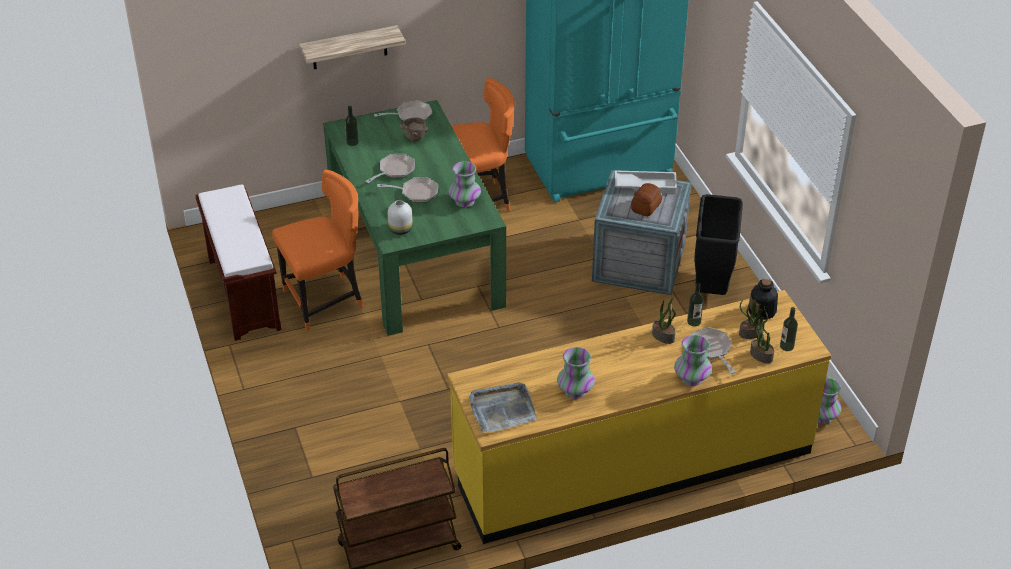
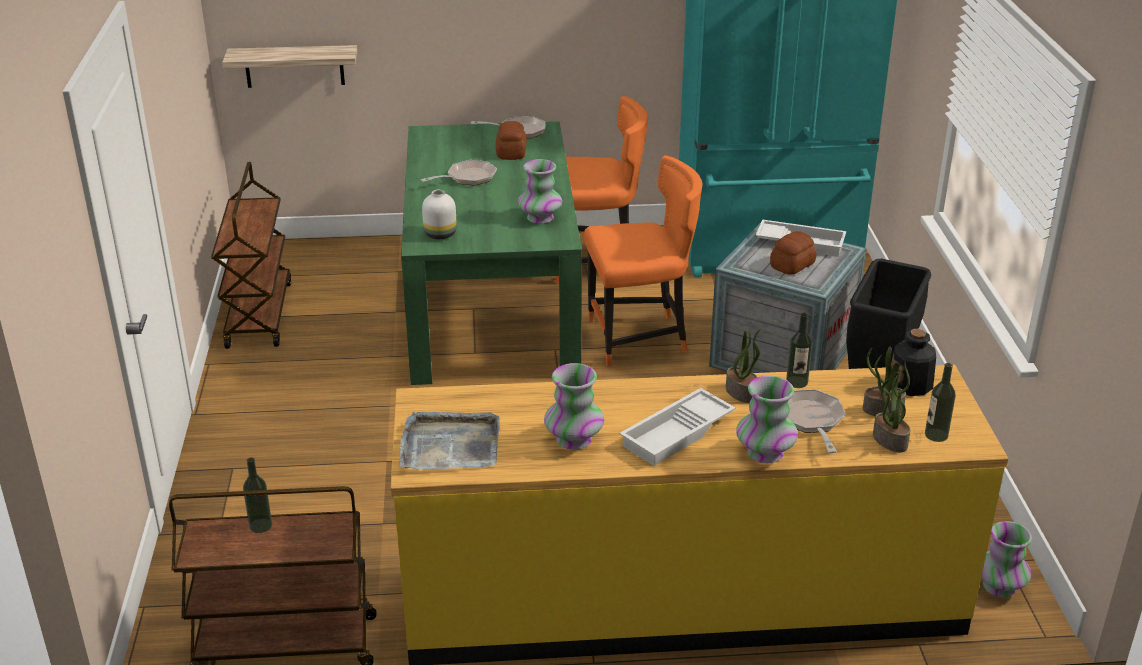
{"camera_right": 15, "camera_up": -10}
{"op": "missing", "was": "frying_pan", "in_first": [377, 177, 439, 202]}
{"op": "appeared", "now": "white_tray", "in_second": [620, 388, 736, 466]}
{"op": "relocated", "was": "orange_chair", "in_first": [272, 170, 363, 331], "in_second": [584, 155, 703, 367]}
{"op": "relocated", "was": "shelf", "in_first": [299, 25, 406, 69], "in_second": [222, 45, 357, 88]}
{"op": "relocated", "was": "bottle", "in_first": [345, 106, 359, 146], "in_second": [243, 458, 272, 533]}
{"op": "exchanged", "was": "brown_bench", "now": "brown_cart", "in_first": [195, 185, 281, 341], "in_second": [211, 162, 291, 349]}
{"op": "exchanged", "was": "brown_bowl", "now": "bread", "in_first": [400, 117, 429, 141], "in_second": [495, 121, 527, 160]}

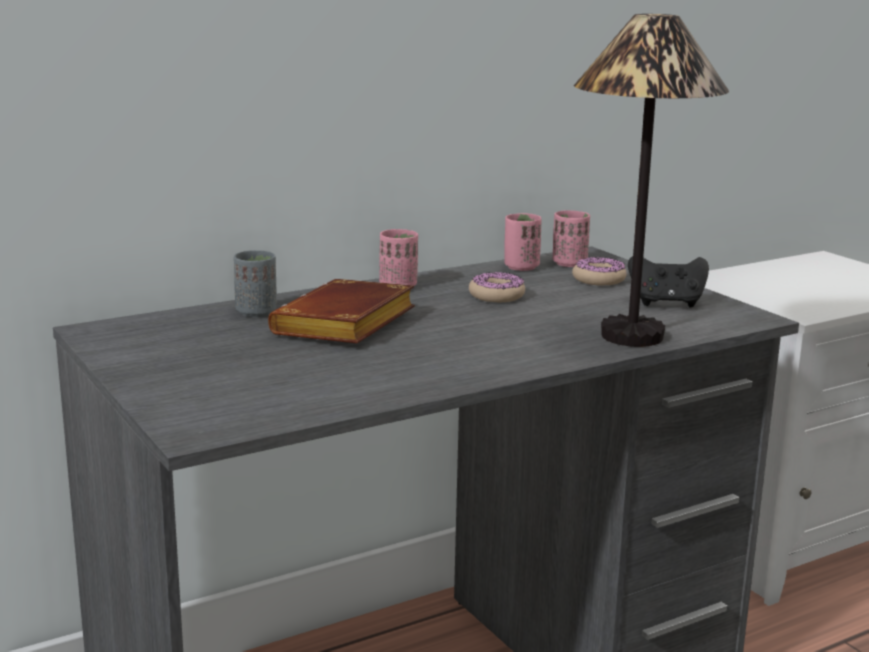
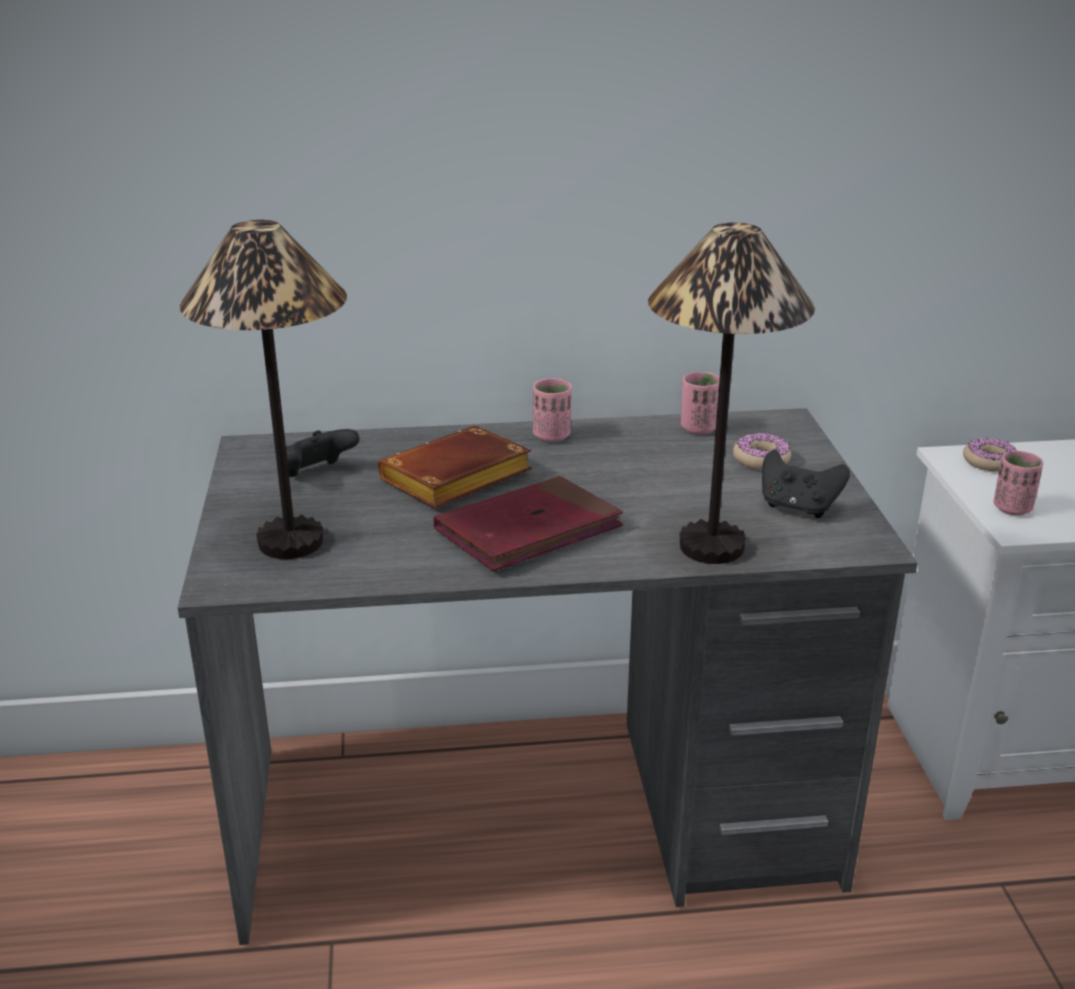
{"camera_right": 25, "camera_up": 10}
{"op": "missing", "was": "grey_cup", "in_first": [234, 250, 276, 317]}
{"op": "appeared", "now": "table_lamp", "in_second": [180, 220, 347, 559]}
{"op": "appeared", "now": "black_game_controller", "in_second": [286, 429, 360, 477]}
{"op": "appeared", "now": "red_book", "in_second": [434, 476, 623, 571]}
{"op": "relocated", "was": "donut", "in_first": [469, 272, 525, 302], "in_second": [963, 438, 1017, 472]}
{"op": "relocated", "was": "pink_cup", "in_first": [553, 210, 590, 267], "in_second": [994, 451, 1043, 515]}

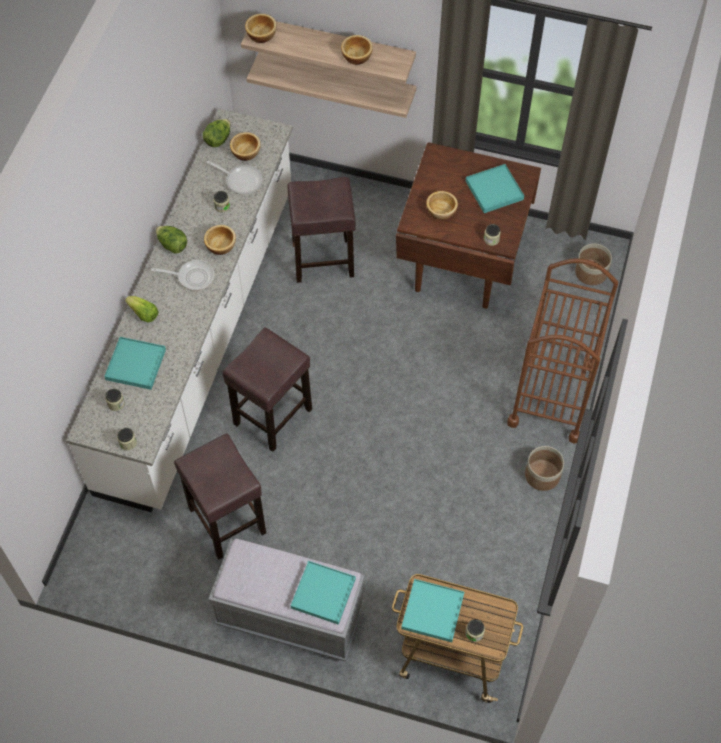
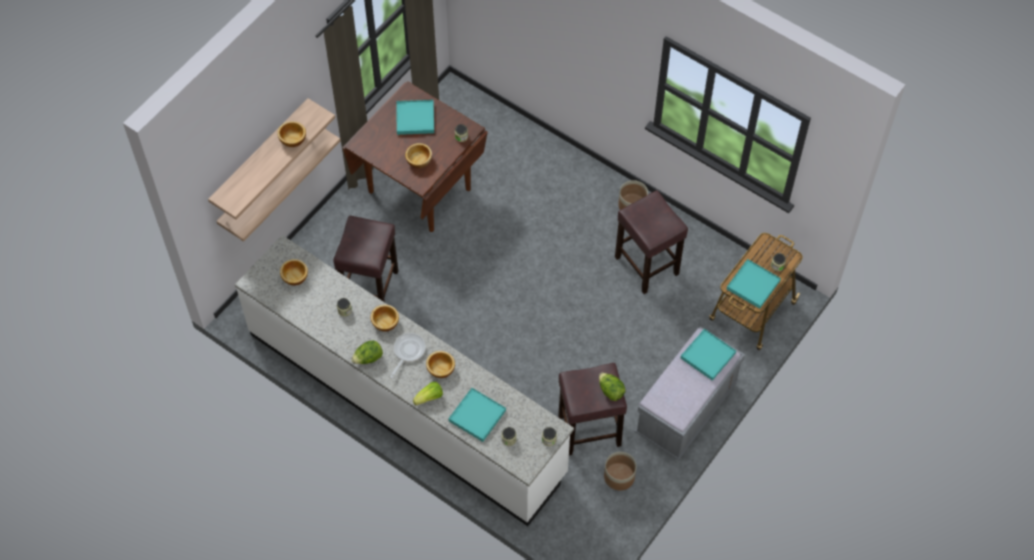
{"camera_right": -70, "camera_up": 0}
{"op": "missing", "was": "frying_pan", "in_first": [206, 161, 263, 194]}
{"op": "missing", "was": "brown_cart", "in_first": [507, 258, 618, 443]}
{"op": "relocated", "was": "lettuce", "in_first": [203, 119, 230, 147], "in_second": [599, 373, 625, 401]}
{"op": "relocated", "was": "brown_stool", "in_first": [223, 328, 312, 452], "in_second": [615, 190, 688, 294]}
{"op": "relocated", "was": "bowl", "in_first": [245, 14, 277, 43], "in_second": [426, 351, 455, 378]}
{"op": "relocated", "was": "planter", "in_first": [575, 244, 612, 285], "in_second": [604, 452, 636, 490]}

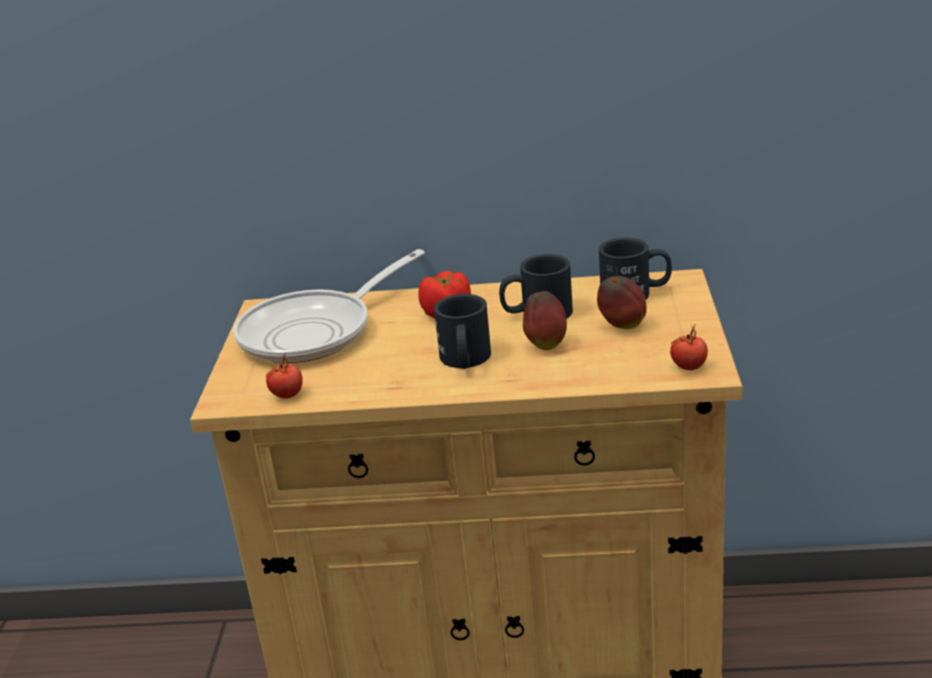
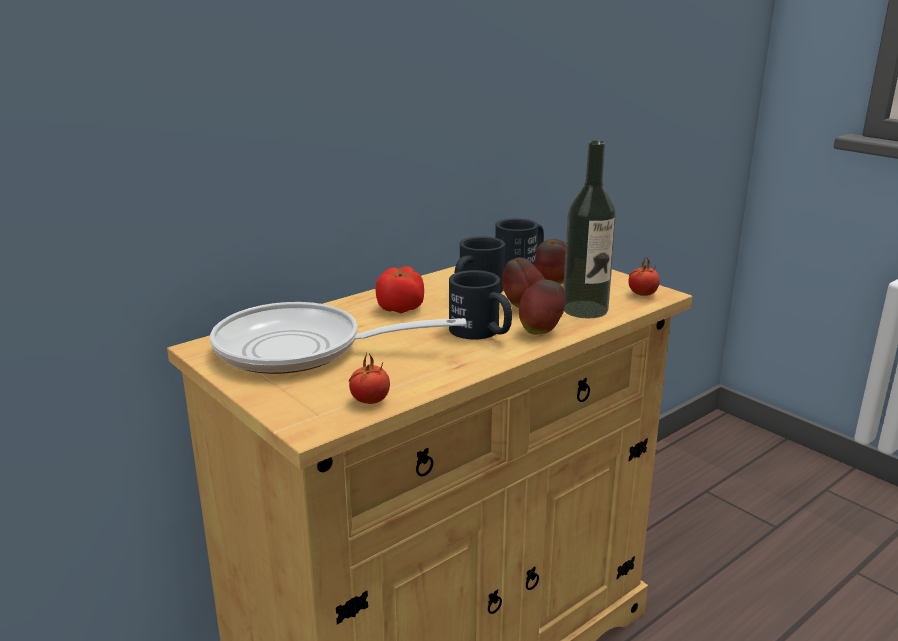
{"camera_right": -45, "camera_up": -5}
{"op": "appeared", "now": "apple", "in_second": [519, 280, 565, 335]}
{"op": "appeared", "now": "bottle", "in_second": [563, 141, 616, 318]}
{"op": "spun", "was": "frying_pan", "in_first": [233, 249, 425, 363], "in_second": [210, 302, 466, 374], "clockwise": 90}

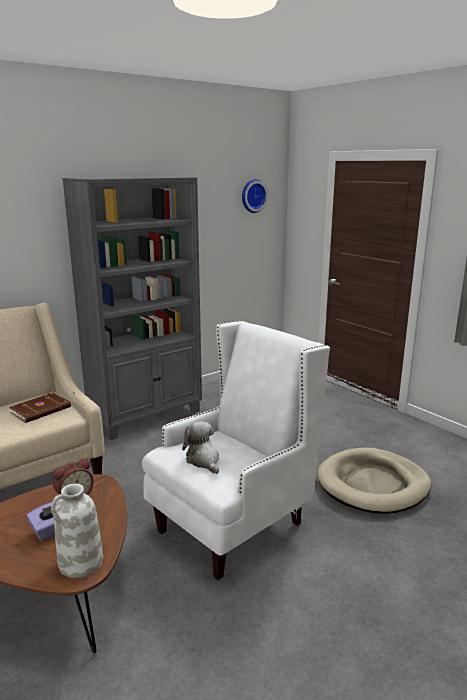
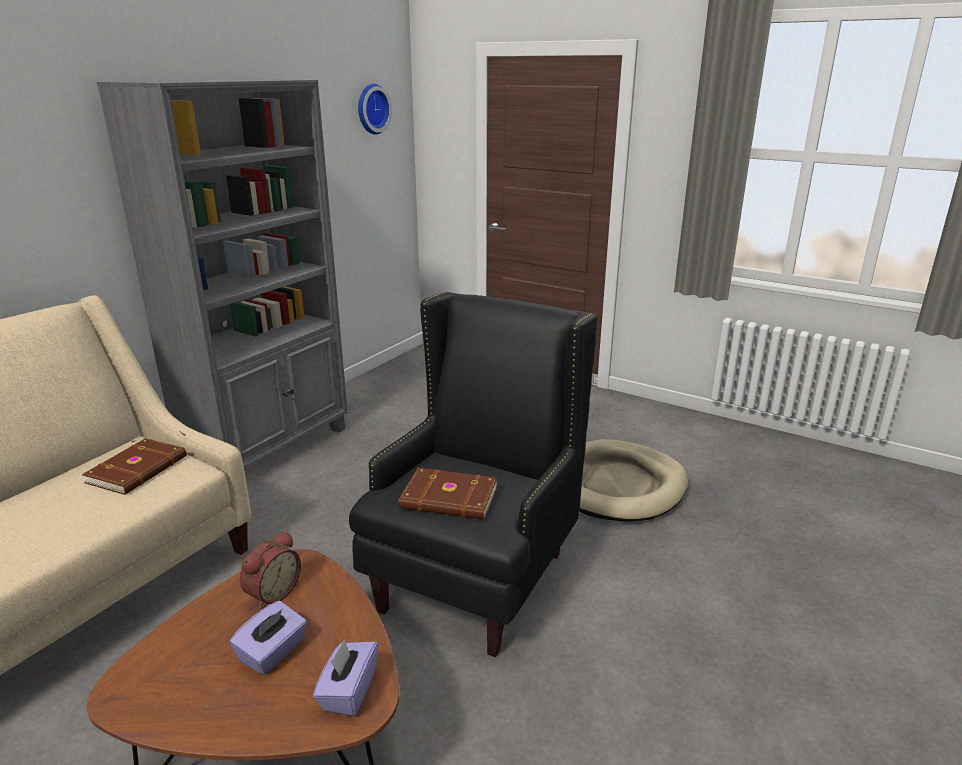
{"camera_right": -20, "camera_up": 5}
{"op": "exchanged", "was": "white_vase", "now": "purple_tissue_box", "in_first": [51, 484, 103, 578], "in_second": [313, 639, 378, 716]}
{"op": "exchanged", "was": "plush_toy", "now": "brown_book", "in_first": [182, 421, 219, 474], "in_second": [399, 468, 497, 519]}
{"op": "colour", "was": "white_armchair", "now": "black_armchair", "in_first": [142, 320, 330, 580], "in_second": [349, 291, 598, 657]}

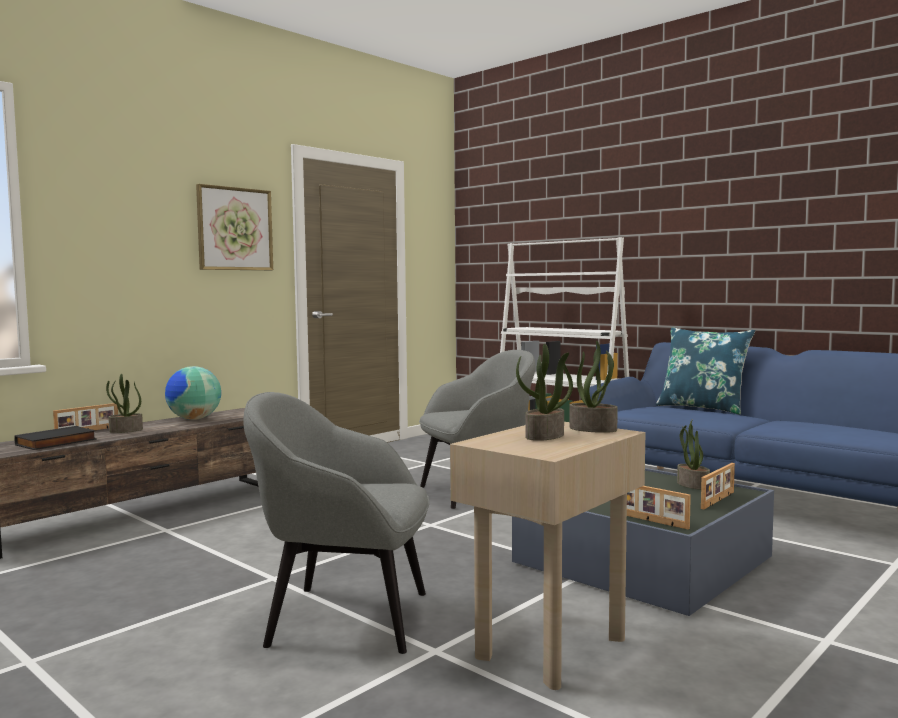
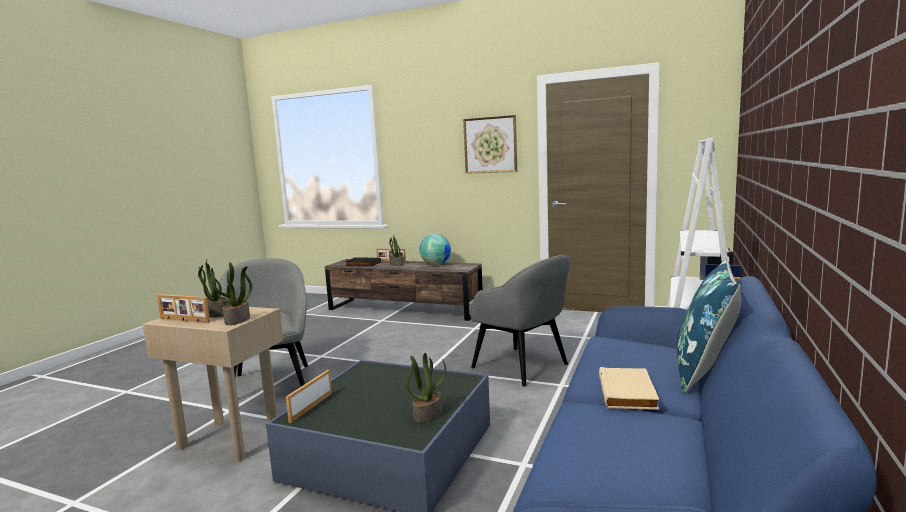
{"camera_right": 70, "camera_up": 5}
{"op": "appeared", "now": "beige_book", "in_second": [599, 367, 659, 410]}
{"op": "relocated", "was": "picture_frame", "in_first": [701, 463, 735, 509], "in_second": [157, 294, 210, 323]}

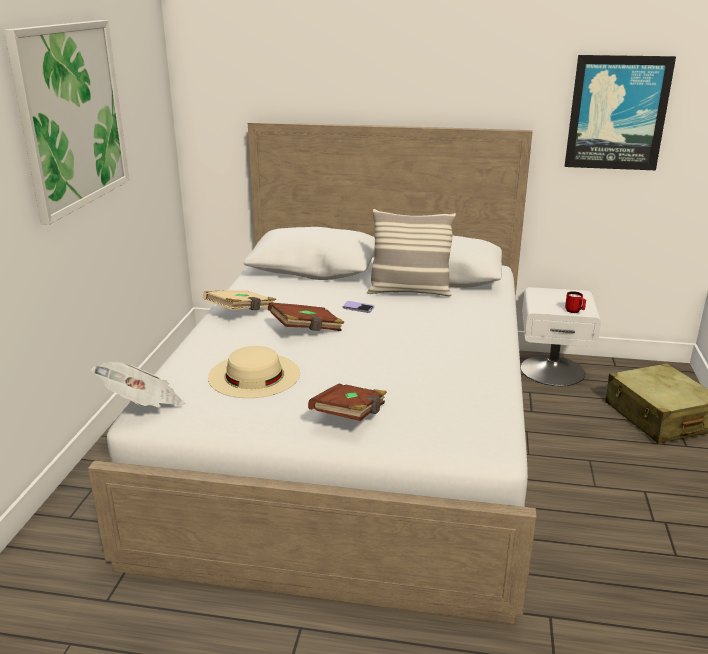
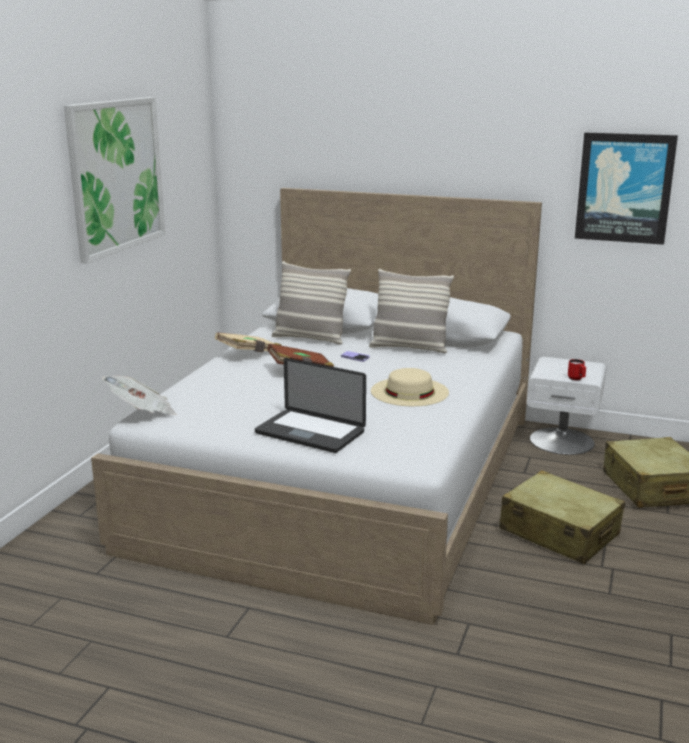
{"camera_right": 10, "camera_up": -5}
{"op": "appeared", "now": "pillow", "in_second": [272, 261, 351, 344]}
{"op": "appeared", "now": "beige_suitcase", "in_second": [499, 470, 625, 564]}
{"op": "relocated", "was": "beige_hat", "in_first": [208, 346, 300, 398], "in_second": [371, 368, 449, 406]}
{"op": "exchanged", "was": "brown_book", "now": "laptop", "in_first": [308, 384, 387, 421], "in_second": [255, 358, 366, 453]}

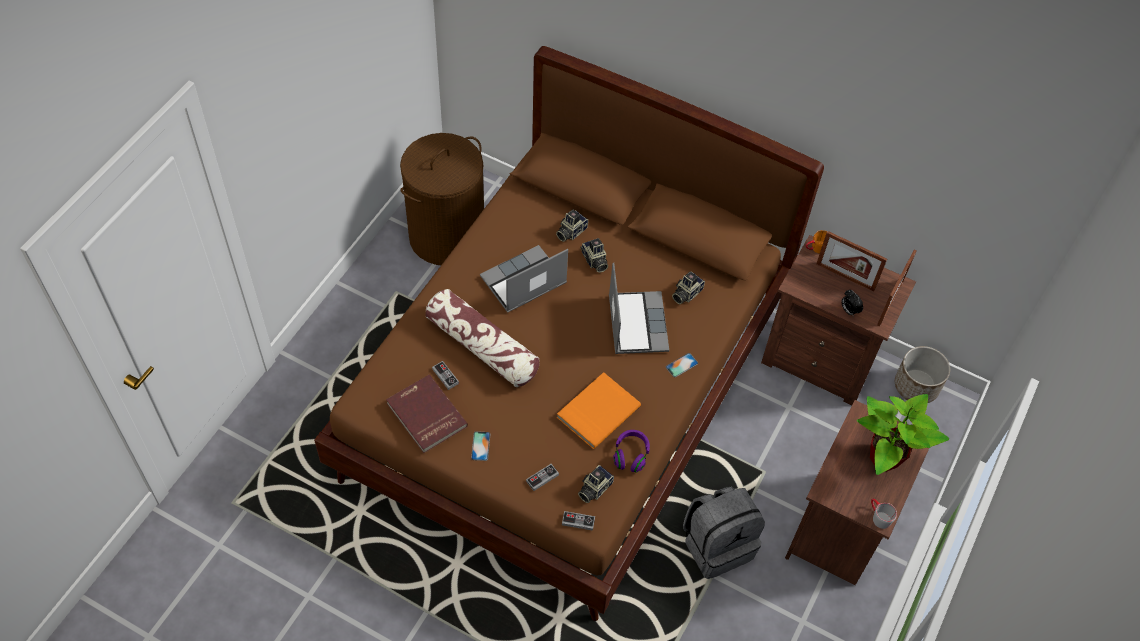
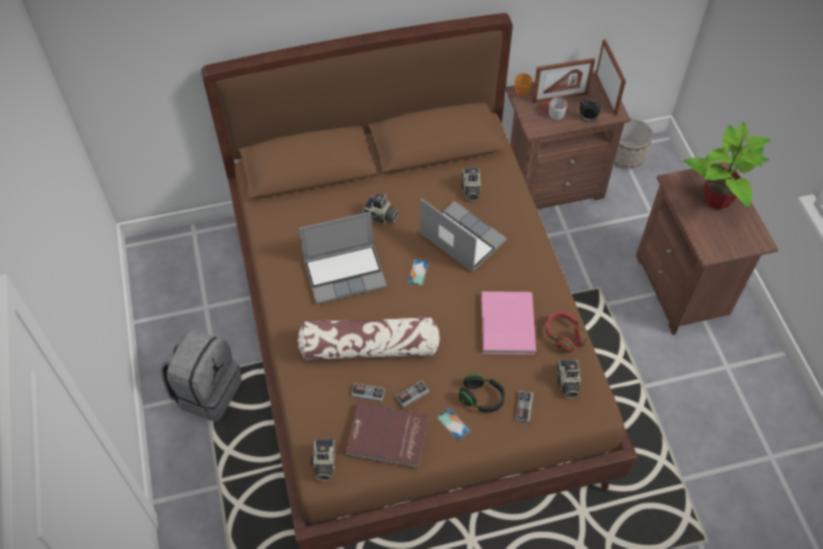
{"camera_right": -40, "camera_up": 0}
{"op": "missing", "was": "brown_laundry_basket", "in_first": [400, 133, 484, 265]}
{"op": "appeared", "now": "black_headphones", "in_second": [458, 374, 505, 412]}
{"op": "relocated", "was": "photo_camera", "in_first": [556, 209, 588, 242], "in_second": [311, 440, 335, 481]}
{"op": "relocated", "was": "game_controller", "in_first": [562, 511, 595, 531], "in_second": [396, 380, 429, 408]}
{"op": "relocated", "was": "phone", "in_first": [666, 353, 698, 377], "in_second": [407, 259, 429, 286]}
{"op": "relocated", "was": "grey_backpack", "in_first": [683, 487, 765, 579], "in_second": [161, 329, 242, 422]}
{"op": "relocated", "was": "grey_mug", "in_first": [871, 498, 897, 529], "in_second": [541, 97, 567, 120]}
{"op": "colour", "was": "orange_book", "now": "pink_book", "in_first": [557, 372, 641, 449], "in_second": [481, 291, 536, 355]}
{"op": "colour", "was": "purple_headphones", "now": "red_headphones", "in_first": [613, 430, 650, 473], "in_second": [545, 312, 587, 353]}
{"op": "spun", "was": "laptop", "in_first": [480, 245, 568, 313], "in_second": [299, 212, 387, 304], "clockwise": -120}

